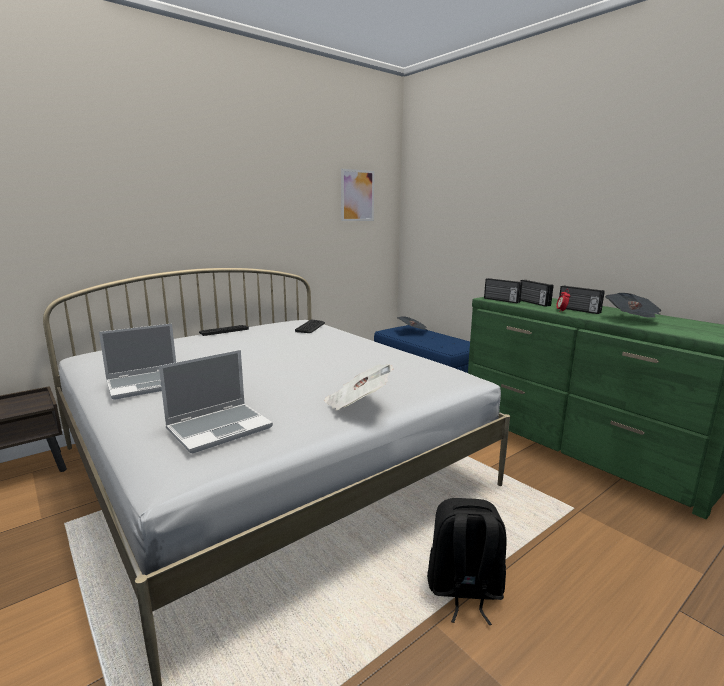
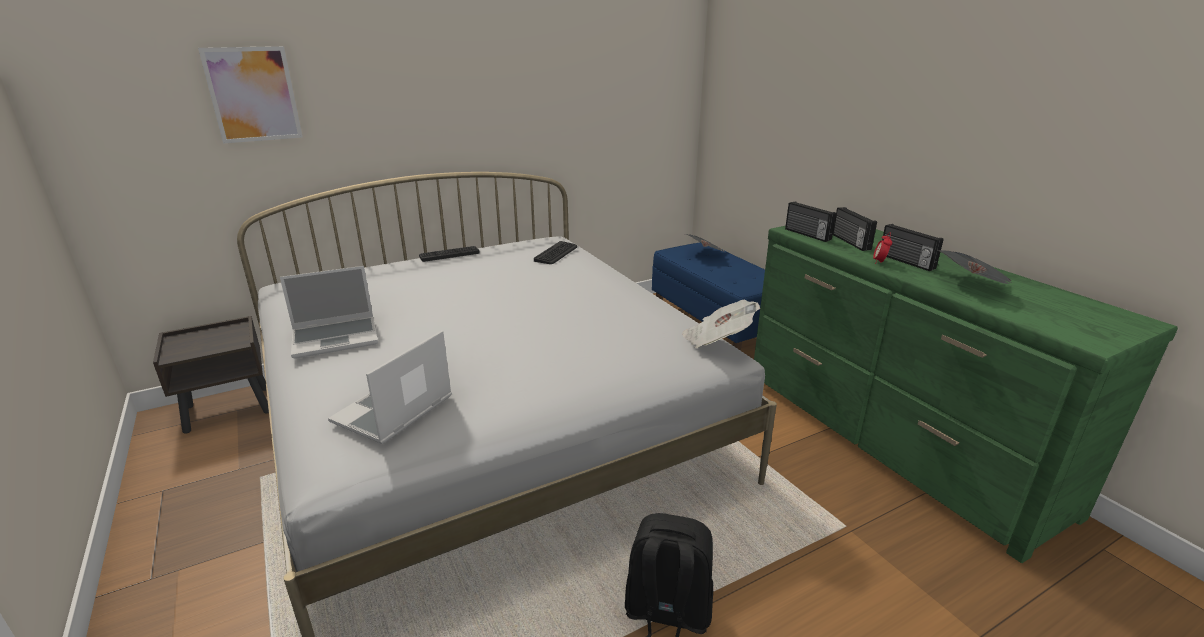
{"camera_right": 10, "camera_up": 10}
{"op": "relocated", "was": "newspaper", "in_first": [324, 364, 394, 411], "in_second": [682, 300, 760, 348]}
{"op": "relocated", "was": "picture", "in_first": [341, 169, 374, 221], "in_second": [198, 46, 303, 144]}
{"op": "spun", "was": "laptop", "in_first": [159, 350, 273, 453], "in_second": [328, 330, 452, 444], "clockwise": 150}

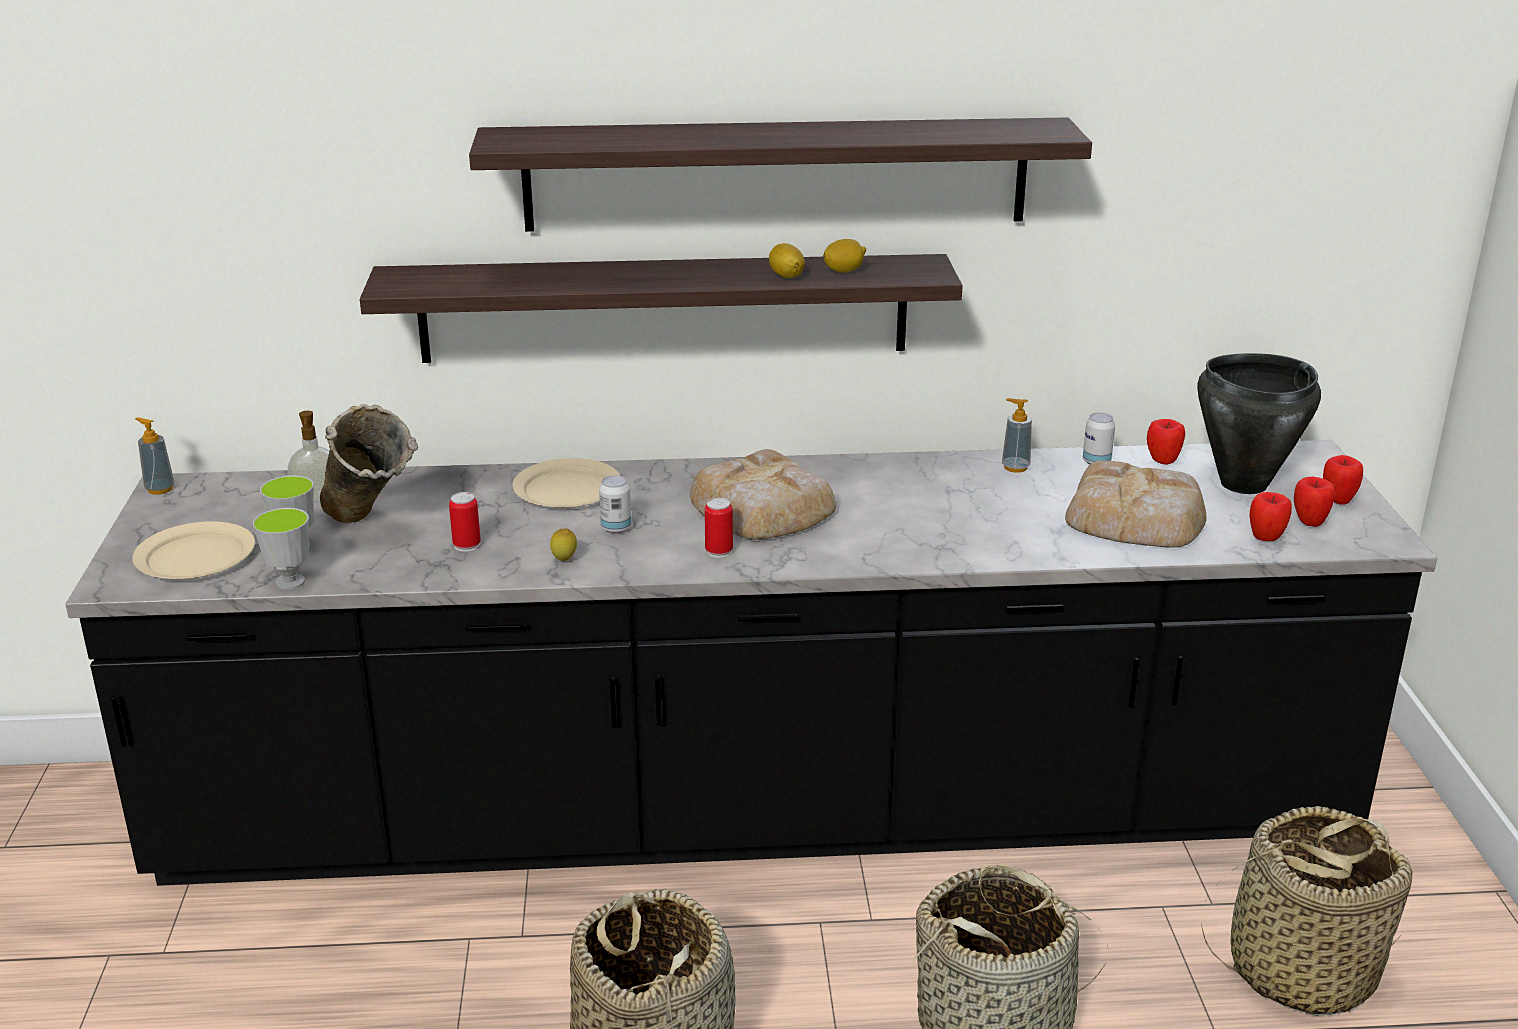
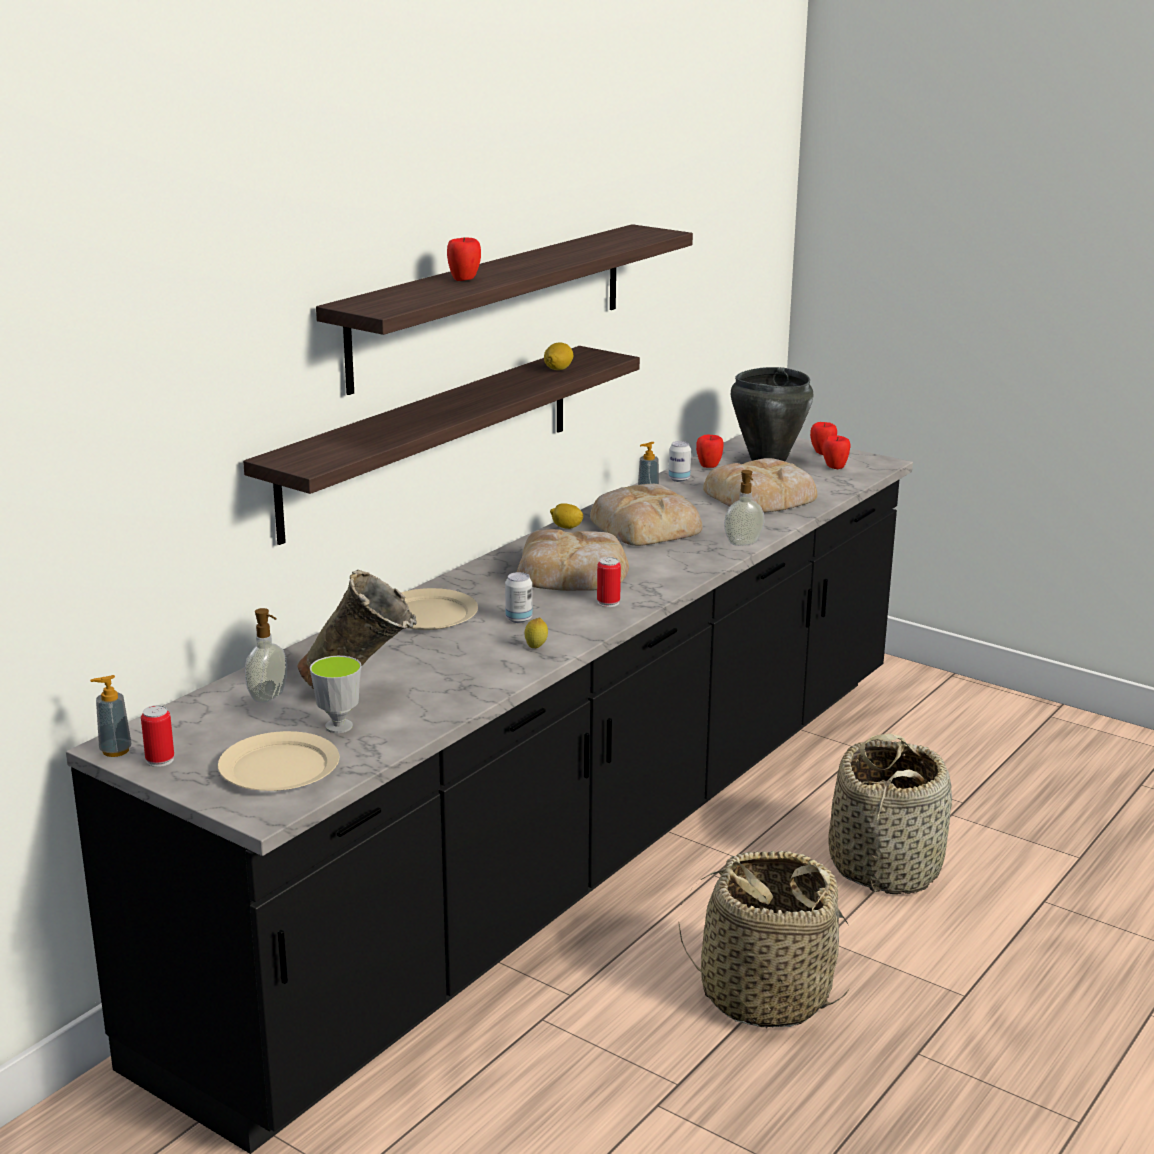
{"camera_right": -50, "camera_up": -5}
{"op": "missing", "was": "cup", "in_first": [253, 508, 309, 590]}
{"op": "missing", "was": "basket", "in_first": [1201, 806, 1412, 1016]}
{"op": "appeared", "now": "bread", "in_second": [590, 484, 703, 546]}
{"op": "appeared", "now": "soap_dispenser", "in_second": [724, 470, 764, 546]}
{"op": "relocated", "was": "can", "in_first": [449, 492, 481, 552], "in_second": [141, 705, 174, 767]}
{"op": "relocated", "was": "lemon", "in_first": [769, 243, 805, 278], "in_second": [550, 503, 583, 529]}
{"op": "relocated", "was": "apple", "in_first": [1250, 492, 1292, 541], "in_second": [447, 238, 481, 281]}

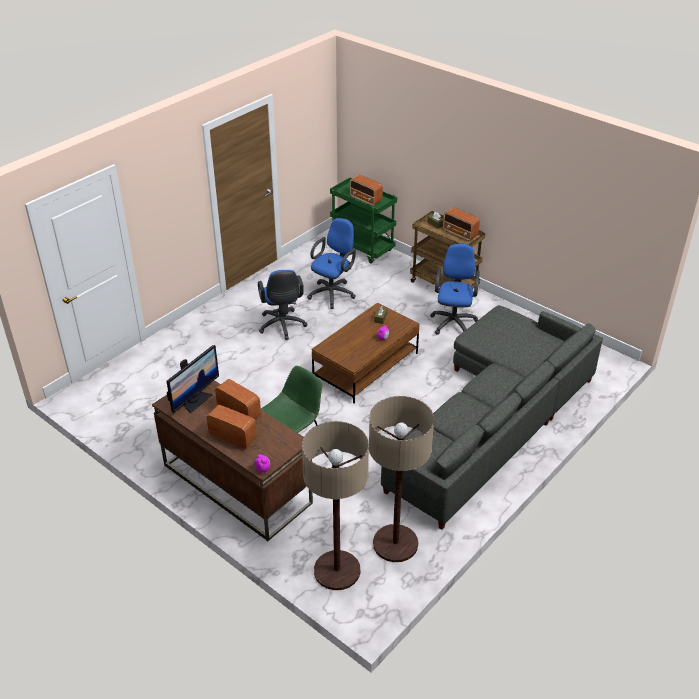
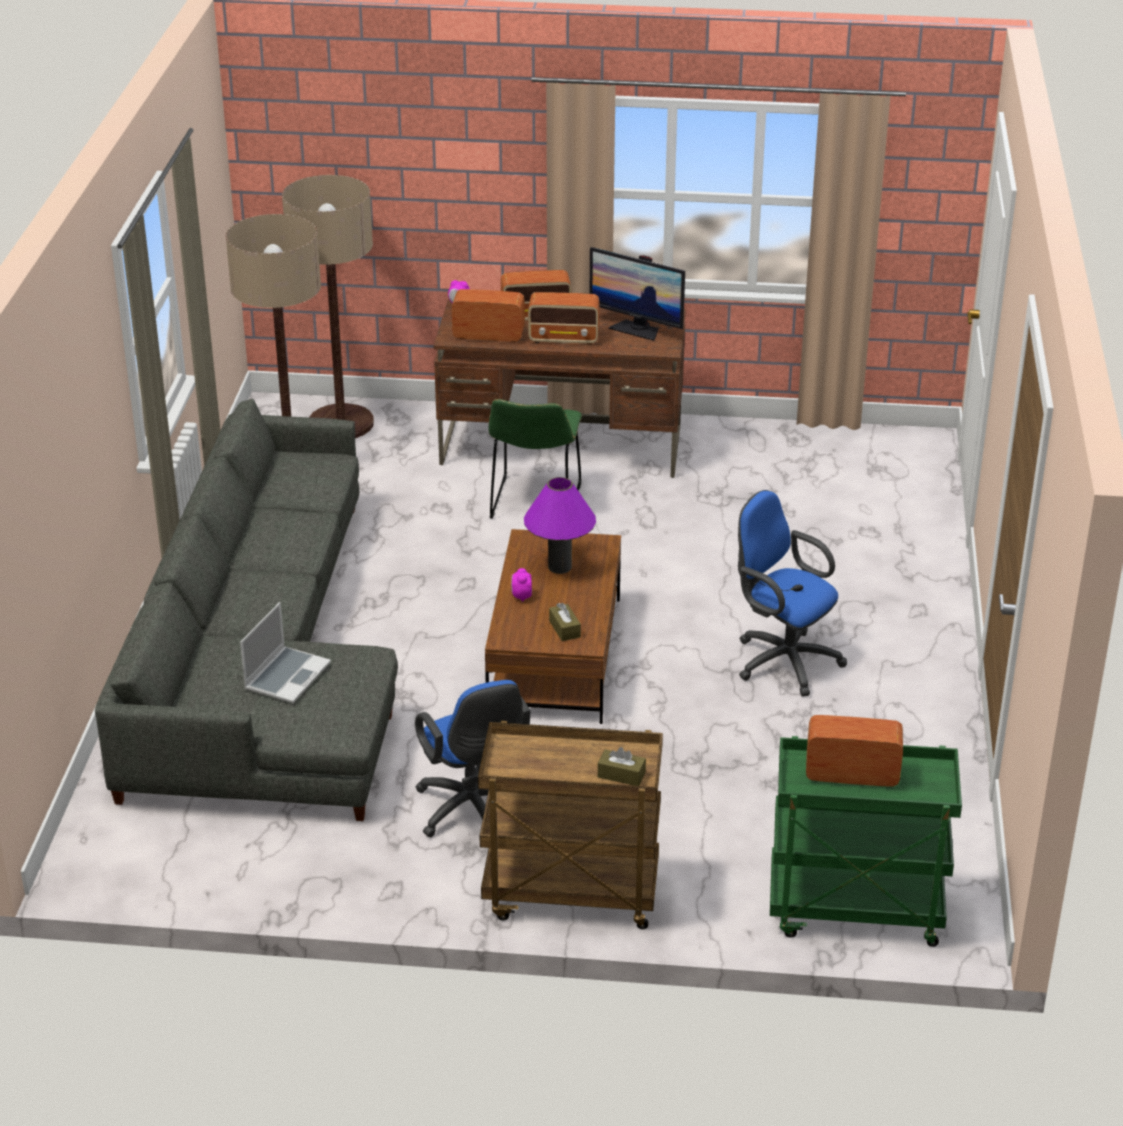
{"camera_right": 145, "camera_up": -5}
{"op": "missing", "was": "blue_office_chair", "in_first": [307, 218, 356, 309]}
{"op": "appeared", "now": "laptop", "in_second": [240, 602, 331, 703]}
{"op": "appeared", "now": "purple_table_lamp", "in_second": [524, 477, 596, 574]}
{"op": "relocated", "was": "radio", "in_first": [443, 207, 480, 241], "in_second": [452, 289, 525, 342]}
{"op": "spun", "was": "monitor", "in_first": [166, 345, 219, 413], "in_second": [590, 247, 685, 341], "clockwise": -60}

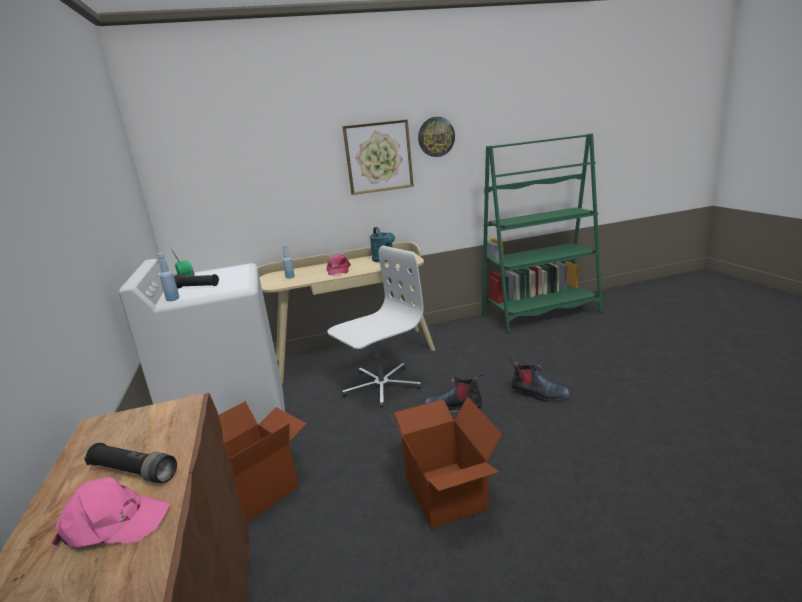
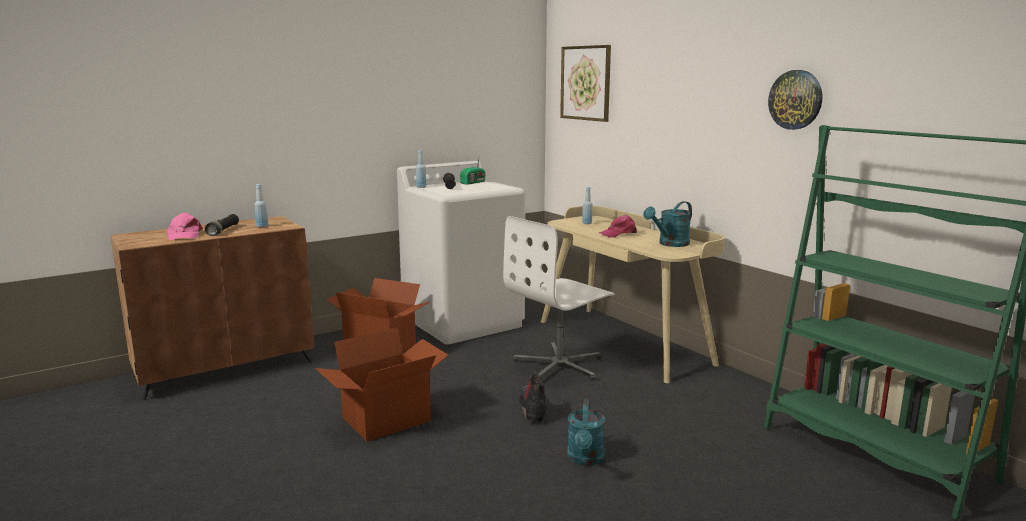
{"camera_right": 70, "camera_up": -5}
{"op": "appeared", "now": "blue_bottle", "in_second": [254, 184, 268, 227]}
{"op": "relocated", "was": "picture", "in_first": [342, 119, 414, 195], "in_second": [560, 45, 611, 122]}
{"op": "exchanged", "was": "boot", "now": "turquoise_watering_can", "in_first": [508, 355, 570, 402], "in_second": [567, 398, 605, 466]}
{"op": "spun", "was": "white_office_chair", "in_first": [327, 246, 424, 408], "in_second": [503, 216, 615, 381], "clockwise": 105}

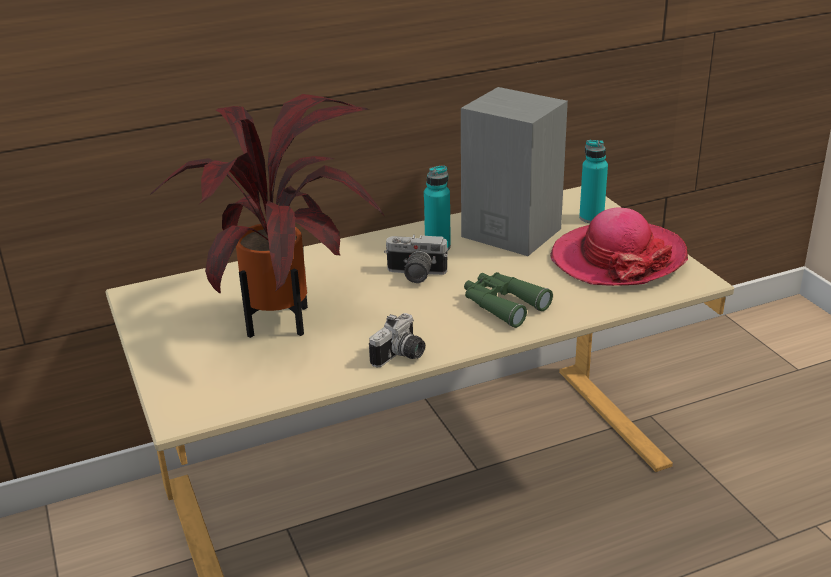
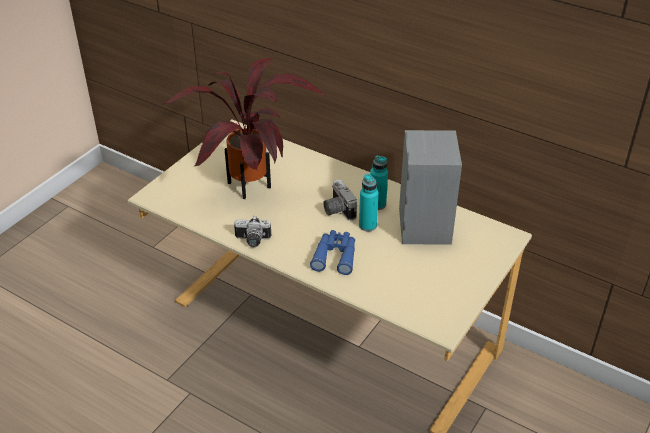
{"camera_right": 55, "camera_up": 10}
{"op": "missing", "was": "hat", "in_first": [550, 207, 688, 286]}
{"op": "relocated", "was": "turquoise_bottle", "in_first": [579, 140, 608, 223], "in_second": [359, 174, 379, 232]}
{"op": "colour", "was": "green_binoculars", "now": "blue_binoculars", "in_first": [464, 272, 553, 328], "in_second": [310, 230, 355, 275]}

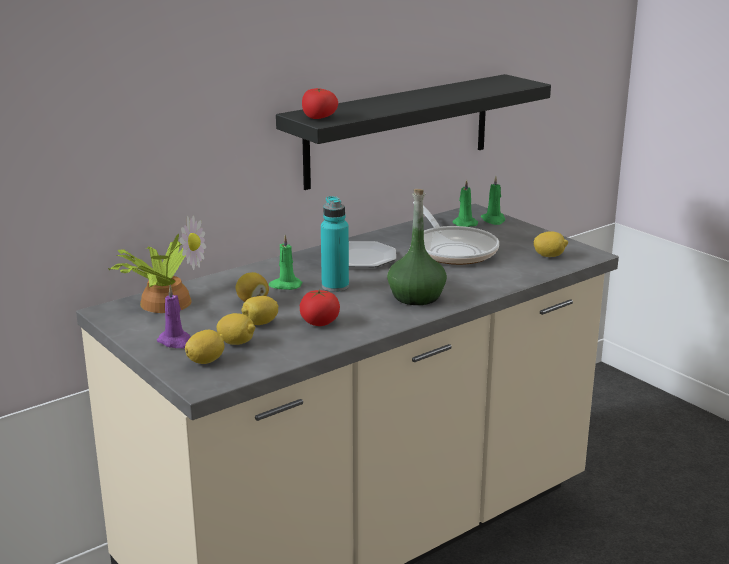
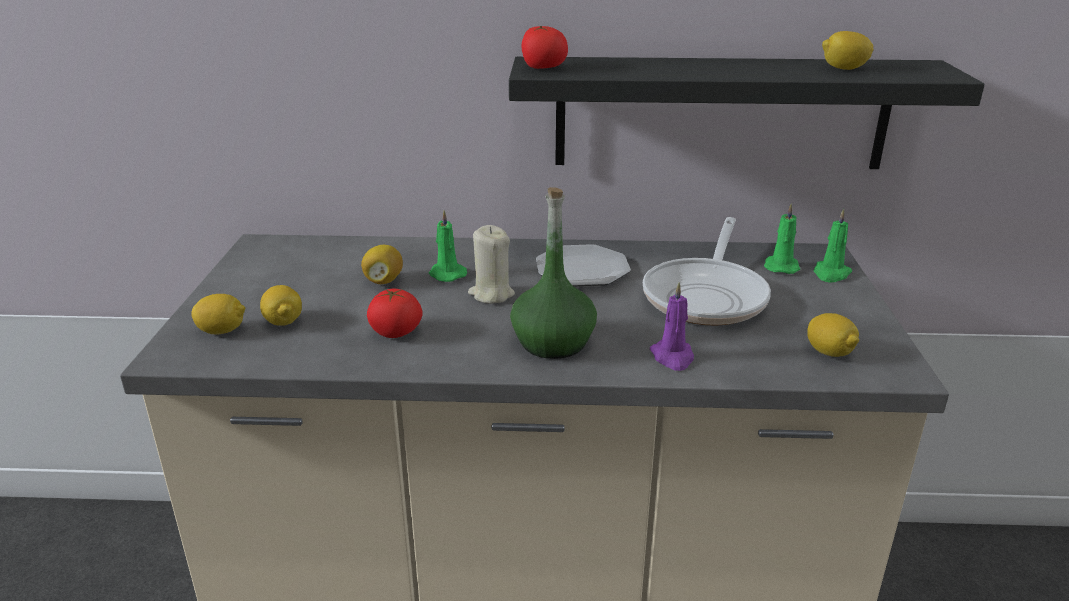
{"camera_right": 40, "camera_up": 5}
{"op": "missing", "was": "potted_plant", "in_first": [108, 215, 206, 313]}
{"op": "relocated", "was": "purple_candle", "in_first": [157, 285, 191, 348], "in_second": [650, 282, 694, 371]}
{"op": "relocated", "was": "lemon", "in_first": [241, 296, 278, 325], "in_second": [822, 31, 874, 70]}
{"op": "exchanged", "was": "turquoise_bottle", "now": "beige_candle", "in_first": [321, 196, 349, 292], "in_second": [468, 225, 515, 304]}

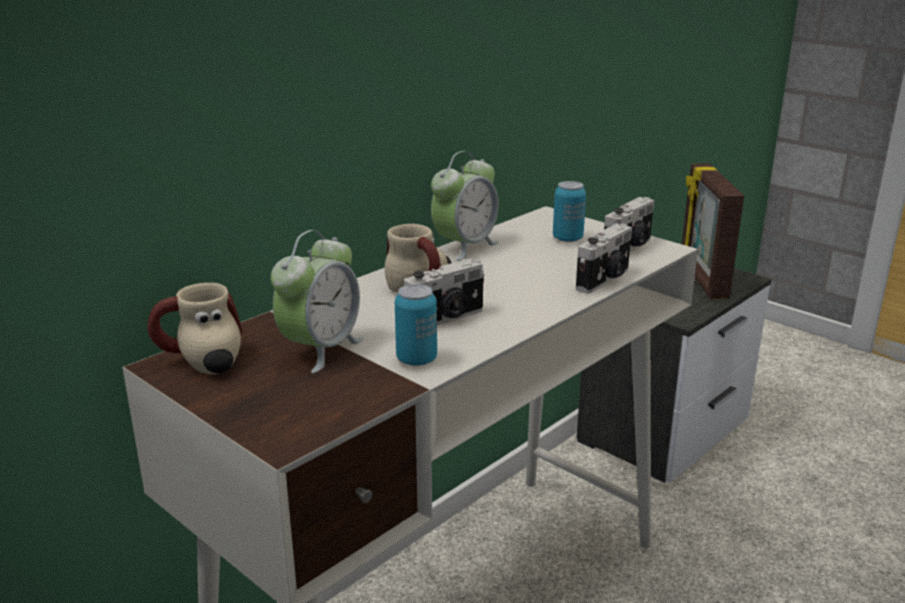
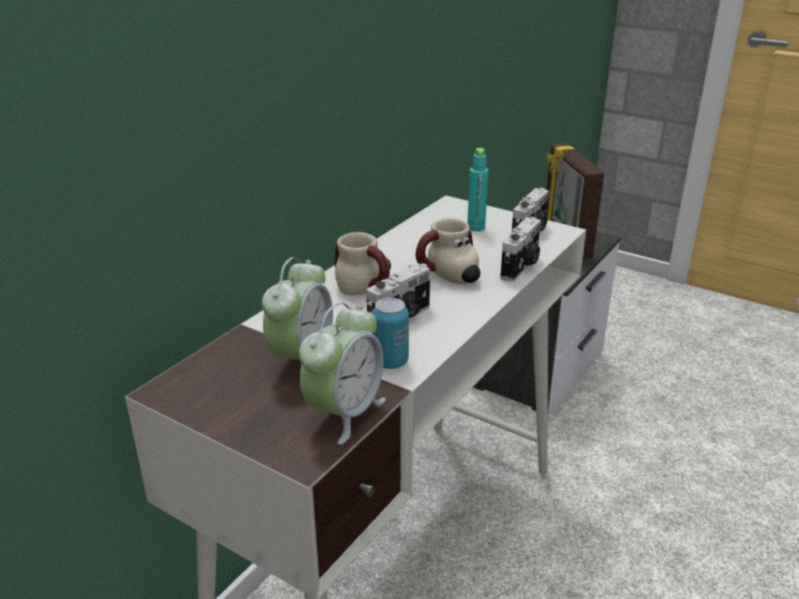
{"camera_right": -10, "camera_up": 5}
{"op": "relocated", "was": "mug", "in_first": [147, 283, 242, 374], "in_second": [416, 218, 481, 284]}
{"op": "relocated", "was": "alarm_clock", "in_first": [431, 151, 499, 261], "in_second": [299, 302, 386, 445]}
{"op": "exchanged", "was": "can", "now": "turquoise_bottle", "in_first": [553, 181, 586, 242], "in_second": [467, 148, 489, 231]}

